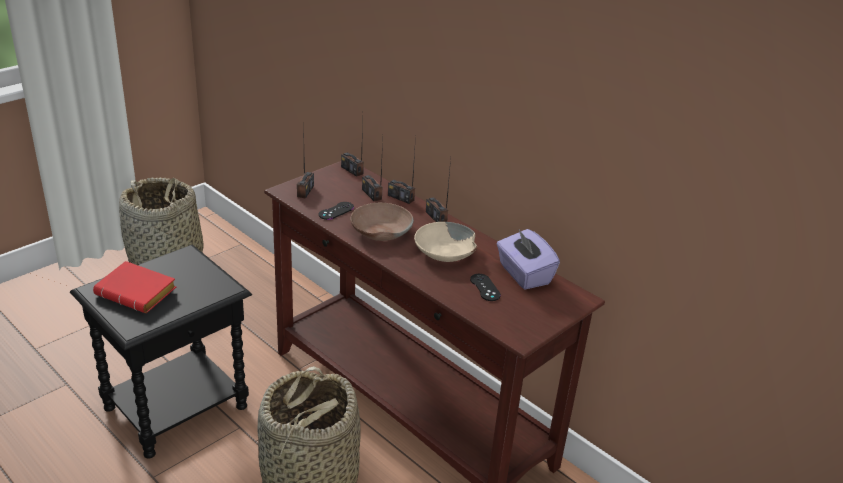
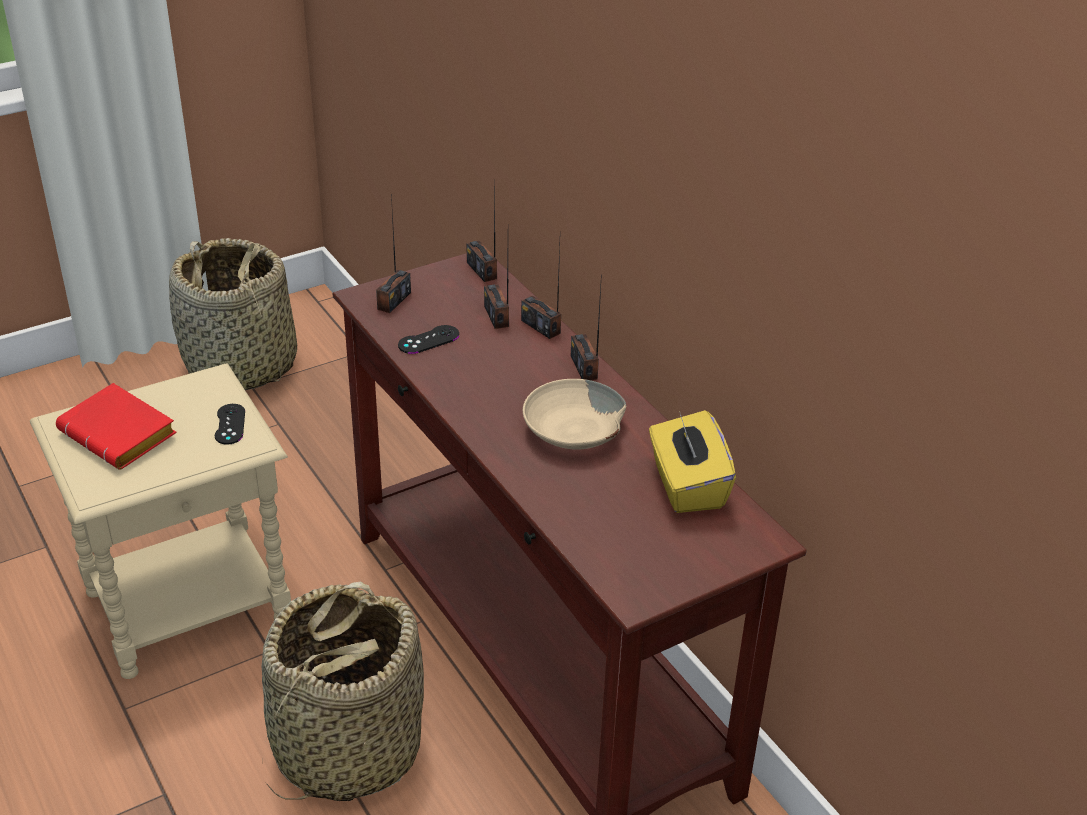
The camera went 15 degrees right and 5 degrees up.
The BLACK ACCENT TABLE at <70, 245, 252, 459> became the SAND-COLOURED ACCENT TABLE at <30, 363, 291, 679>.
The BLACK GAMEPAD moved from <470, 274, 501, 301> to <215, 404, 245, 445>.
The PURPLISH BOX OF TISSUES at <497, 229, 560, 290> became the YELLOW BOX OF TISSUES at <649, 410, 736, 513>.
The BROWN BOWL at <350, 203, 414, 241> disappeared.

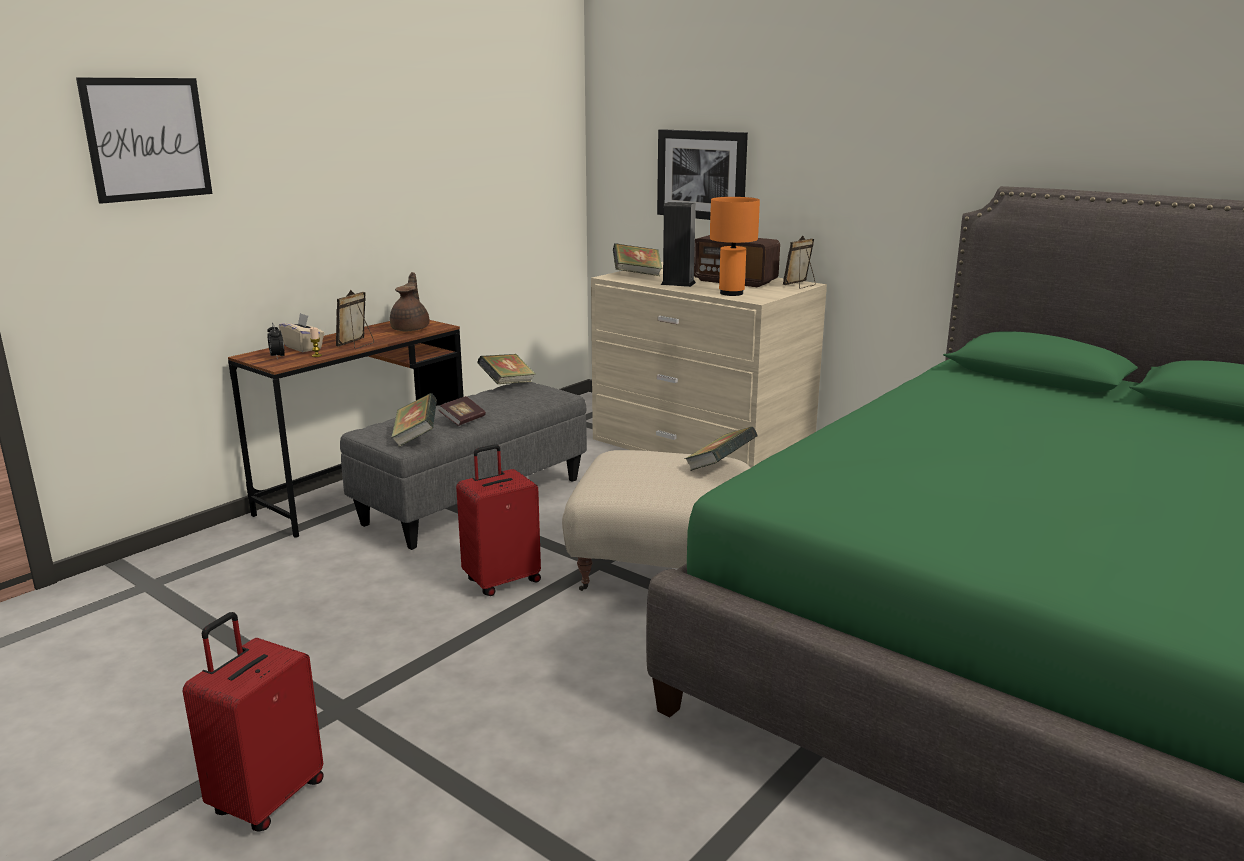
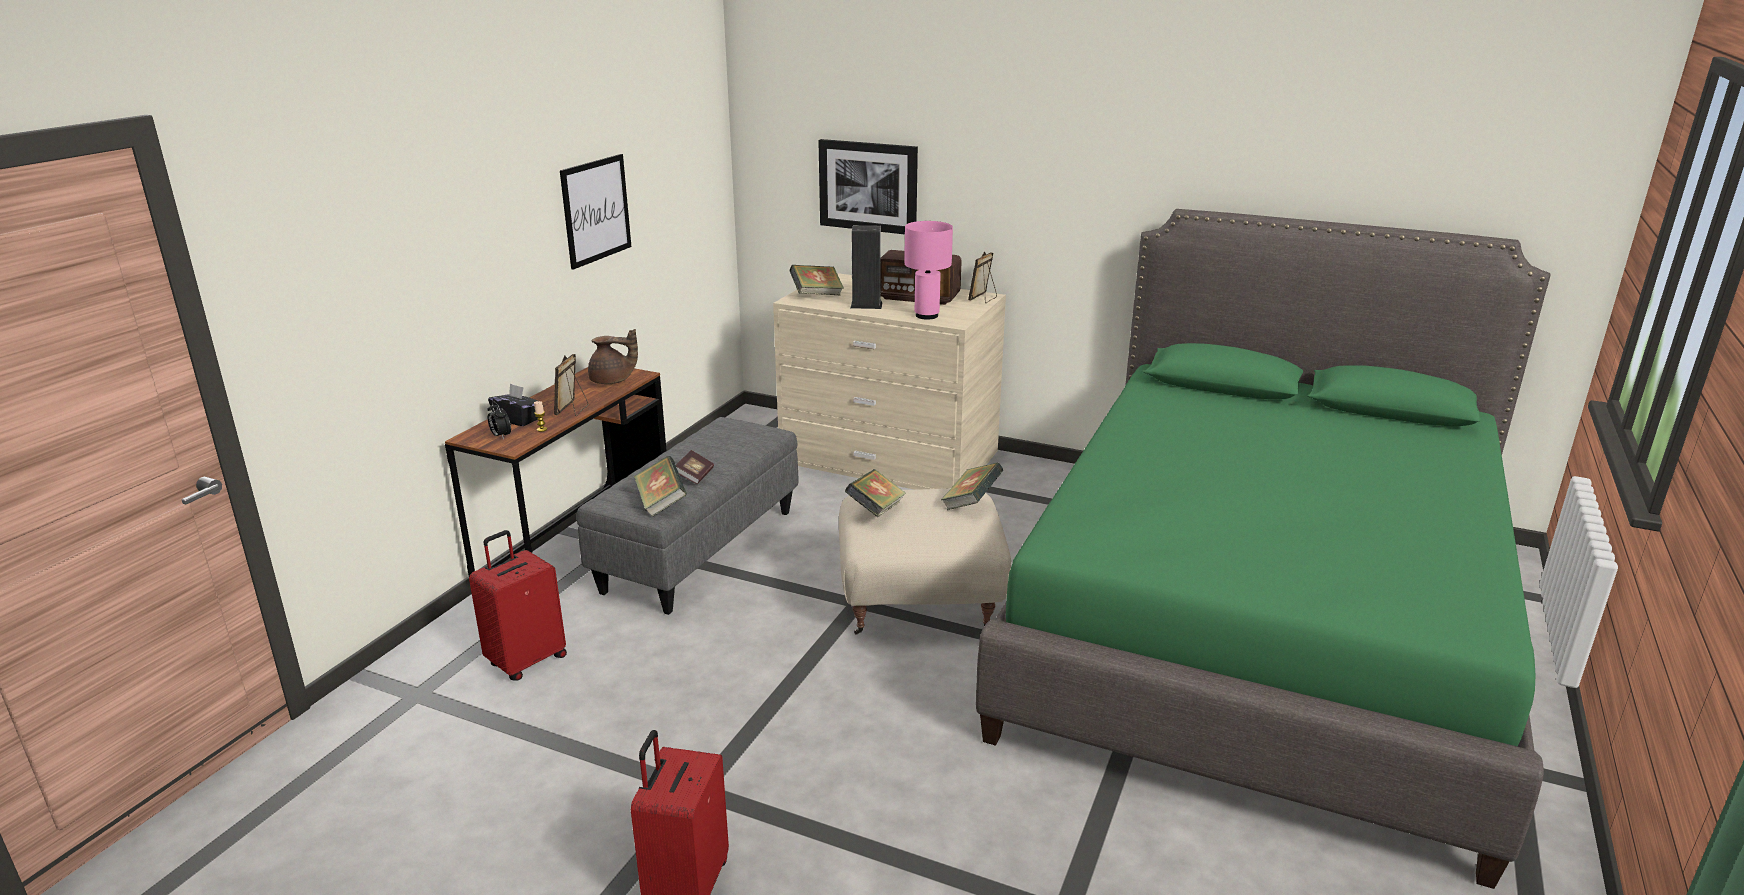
The camera went 15 degrees left and 5 degrees up.
The RED TRAVEL CASE moved from <456, 444, 541, 596> to <469, 530, 567, 681>.
The SAND-COLOURED BOX OF TISSUES at <279, 313, 325, 352> became the BLACK BOX OF TISSUES at <488, 384, 538, 426>.
The WALL ART moved from <76, 78, 212, 204> to <560, 154, 631, 270>.
The BROWN POT FOR TEA at <390, 272, 430, 331> turned 105 degrees clockwise.
The BOUND BOOK moved from <477, 354, 536, 384> to <845, 469, 906, 517>.
The ORANGE TABLETOP LAMP at <710, 197, 760, 296> became the PINK-COLOURED TABLETOP LAMP at <905, 221, 953, 320>.

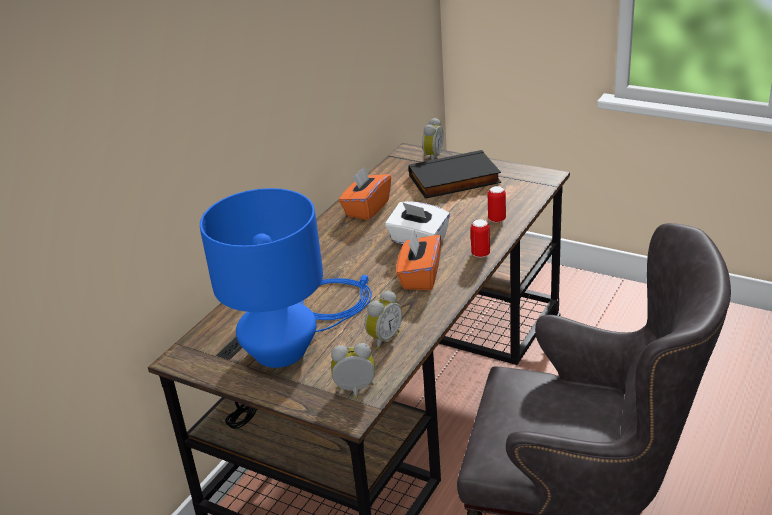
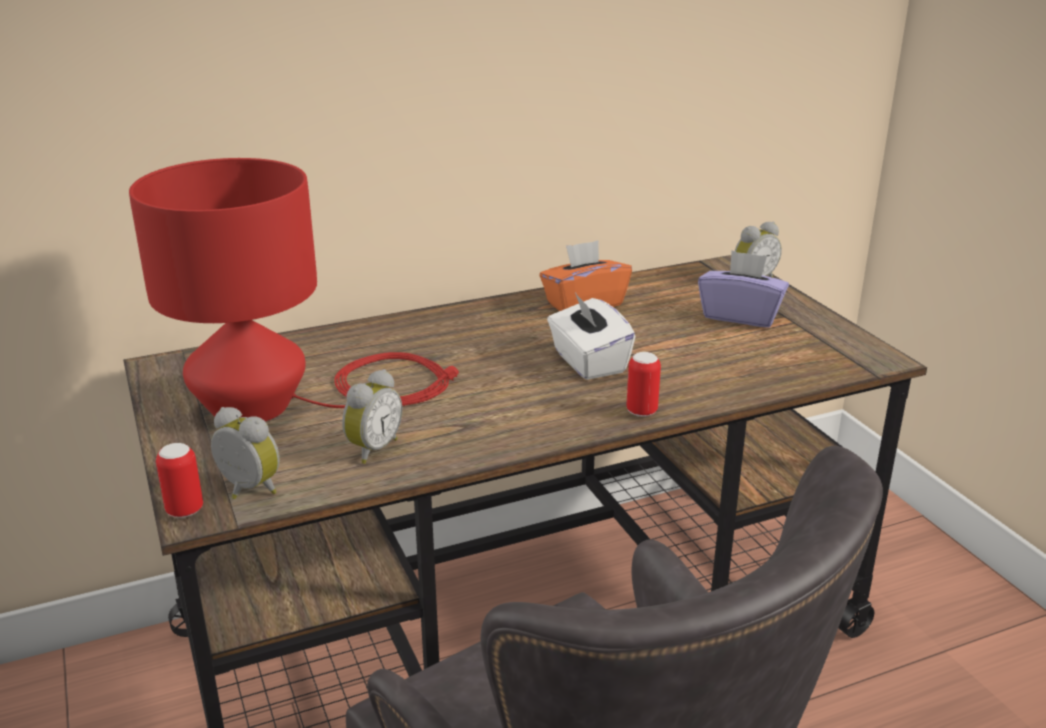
The camera went 35 degrees right and 5 degrees down.
The BLUE-COLOURED TABLETOP LAMP at <200, 188, 372, 368> became the RED TABLETOP LAMP at <129, 158, 459, 422>.
The SEALED CAN moved from <488, 186, 506, 223> to <156, 443, 203, 518>.
The ALARM CLOCK at <365, 290, 402, 349> turned 45 degrees counterclockwise.
The BLACK BOUND BOOK at <409, 150, 501, 199> was replaced by the PURPLISH BOX OF TISSUES at <698, 251, 789, 328>.
The ORANGE BOX OF TISSUES at <396, 230, 441, 290> disappeared.

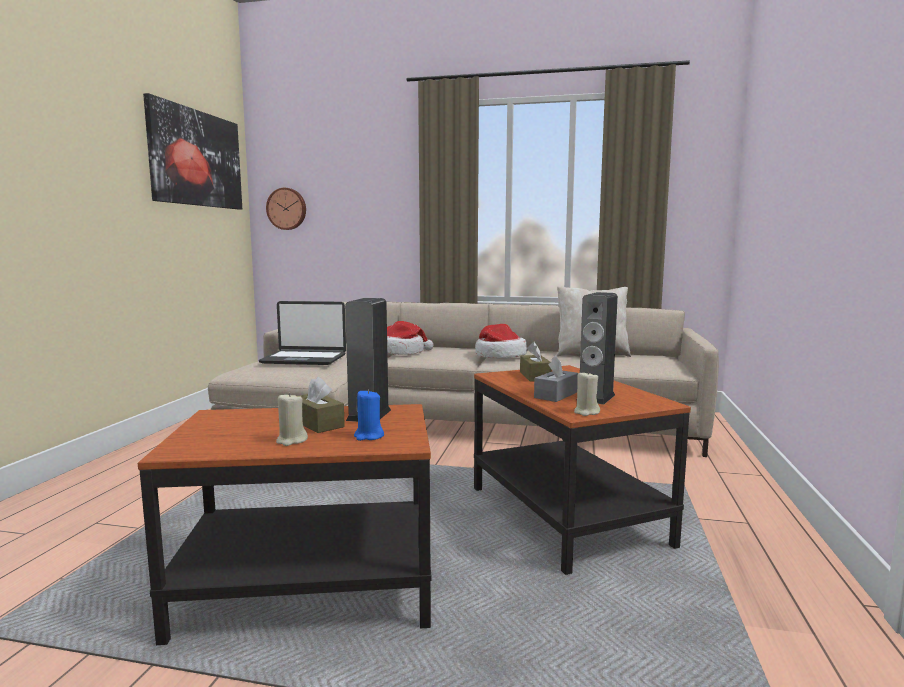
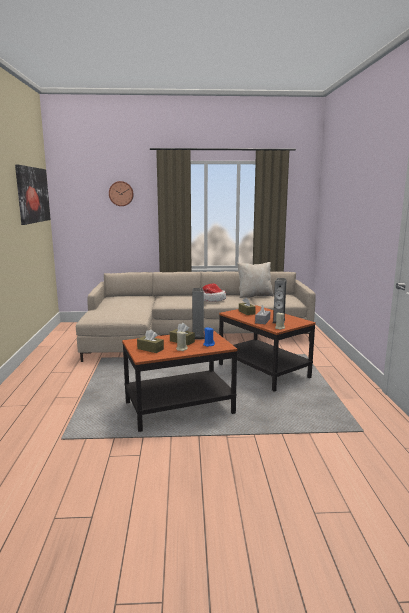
The camera went 15 degrees left and 5 degrees up.
The WALL CLOCK moved from <266, 188, 306, 230> to <109, 181, 134, 206>.
The BROWN BOX OF TISSUES at <137, 329, 164, 353> appeared.
The PORTABLE COMPUTER at <259, 301, 346, 365> disappeared.
The HAT at <387, 321, 433, 355> disappeared.

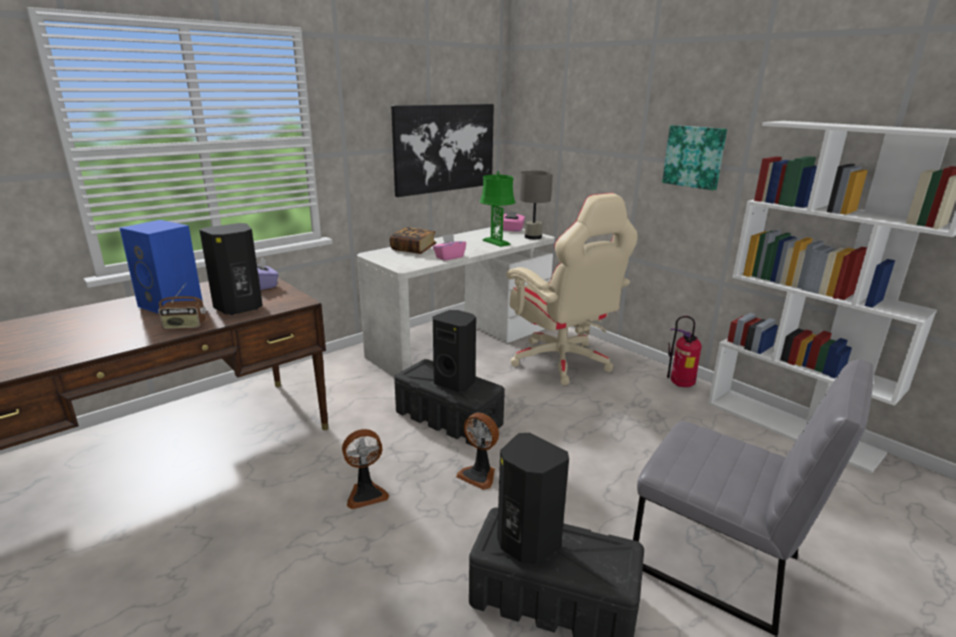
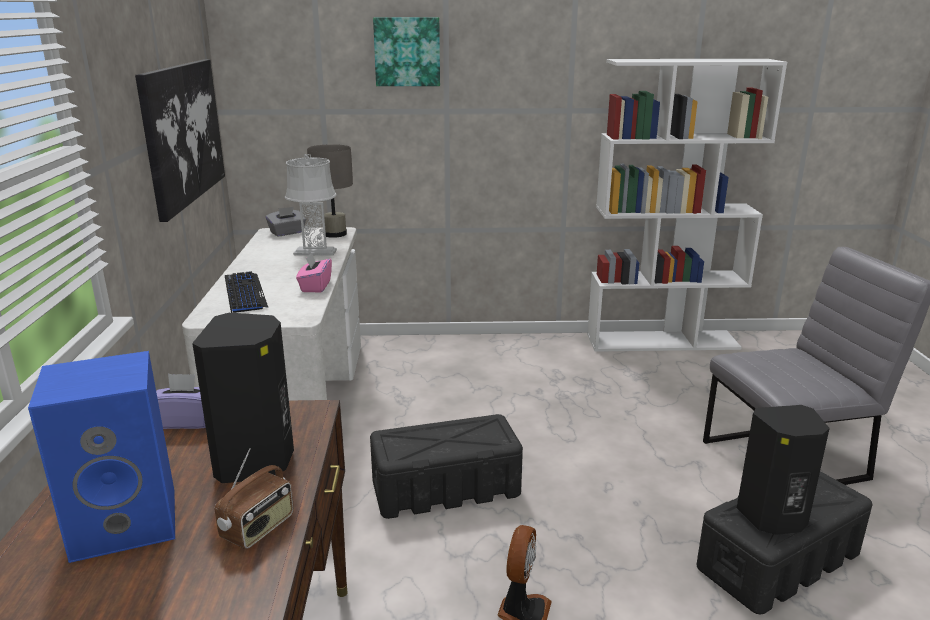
The camera went 50 degrees left and 0 degrees up.
The BOUND BOOK at <390, 227, 437, 254> was replaced by the PC KEYBOARD at <225, 271, 268, 313>.
The PINK-COLOURED BOX OF TISSUES at <498, 211, 525, 232> became the GRAY BOX OF TISSUES at <266, 207, 306, 236>.
The GREEN TABLETOP LAMP at <480, 171, 516, 247> became the GRAY TABLETOP LAMP at <285, 154, 337, 256>.
The WALL ART moved from <662, 125, 727, 190> to <373, 17, 440, 86>.
The BLACK SPEAKER at <433, 310, 476, 392> disappeared.
The COOLING FAN at <456, 413, 499, 490> disappeared.
The SAND-COLOURED COMPUTER CHAIR at <506, 193, 638, 385> disappeared.
The EXTINGUISHER at <667, 316, 701, 387> disappeared.

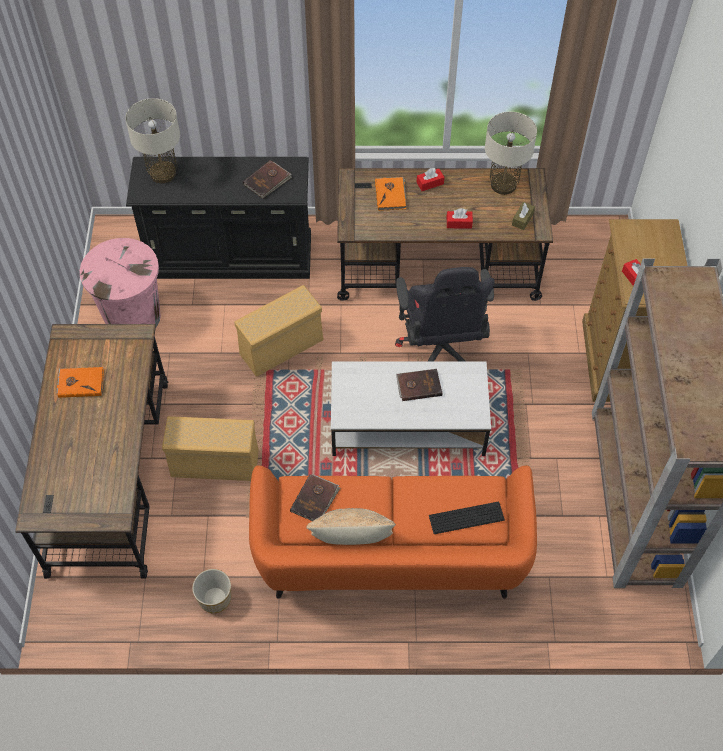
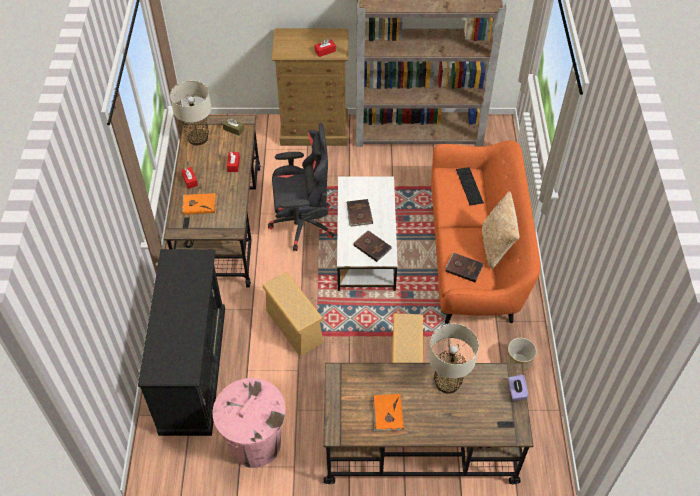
The camera went 90 degrees left and 5 degrees down.
The BROWN BOUND BOOK moved from <243, 160, 292, 199> to <354, 230, 392, 262>.
The TABLETOP LAMP moved from <125, 98, 180, 183> to <429, 323, 479, 394>.
The PURPLISH BOX OF TISSUES at <508, 375, 528, 401> appeared.

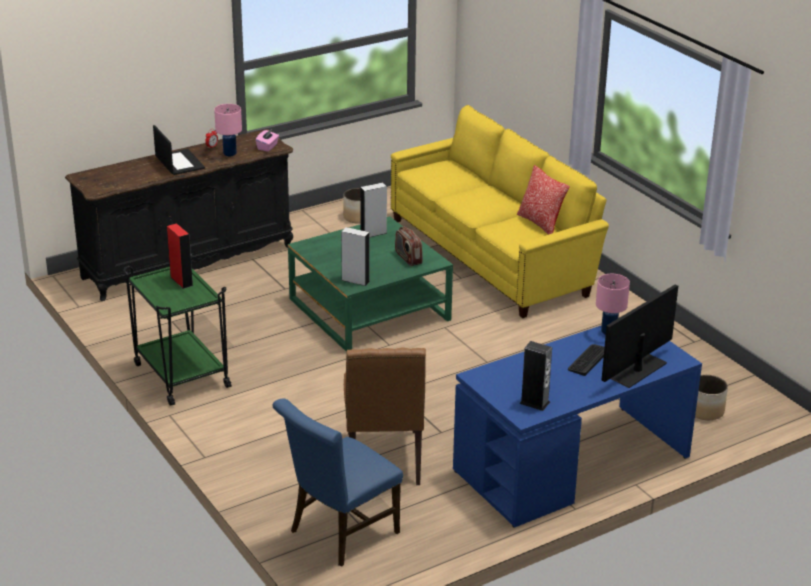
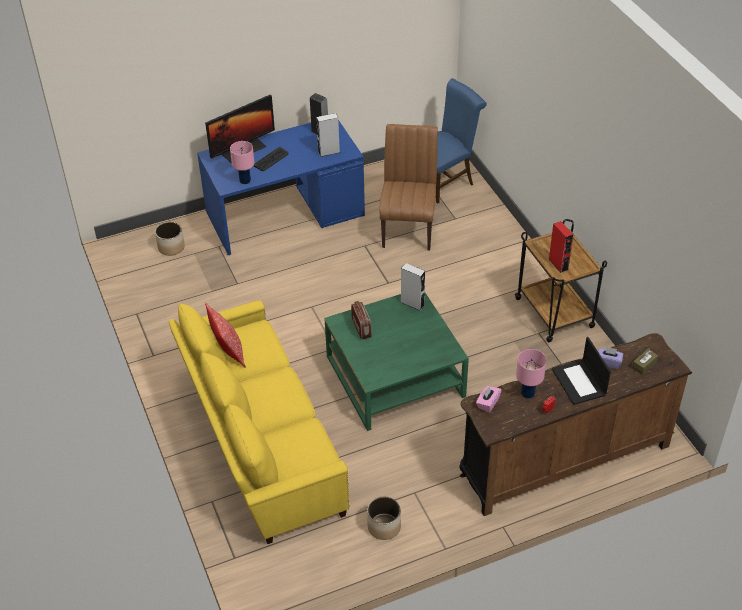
The camera went 170 degrees left and 15 degrees up.
The GRAY SPEAKER moved from <360, 182, 387, 237> to <316, 113, 340, 157>.
The GREEN CART at <123, 254, 232, 406> became the BROWN CART at <515, 219, 607, 342>.
The PURPLISH BOX OF TISSUES at <598, 346, 623, 369> appeared.
The BROWN BOX OF TISSUES at <632, 349, 658, 375> appeared.

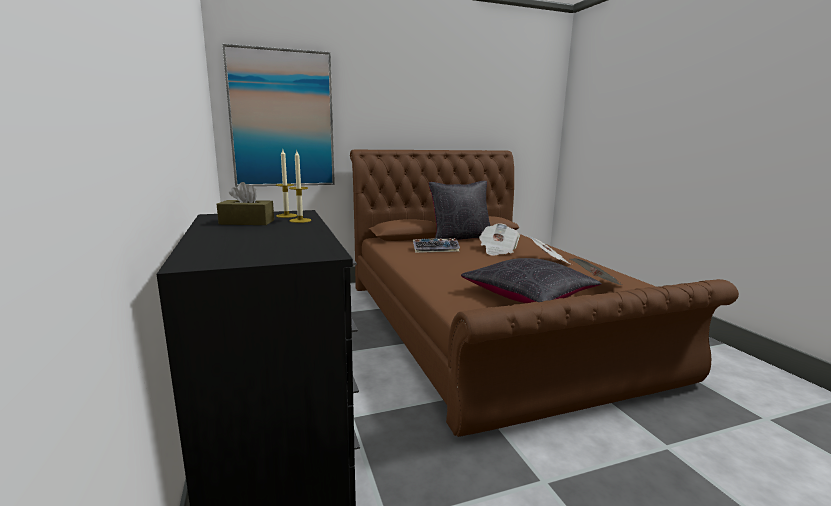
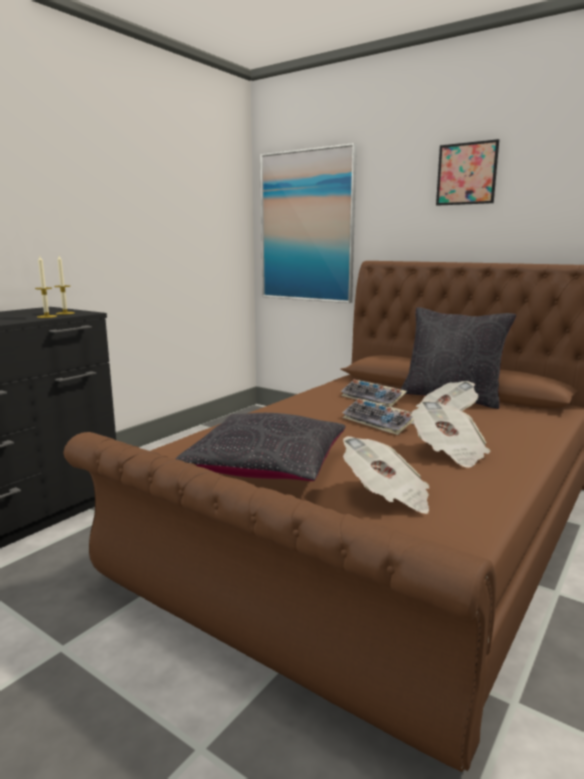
The camera went 55 degrees right and 0 degrees up.
The PC KEYBOARD at <342, 399, 414, 435> appeared.
The WALL ART at <436, 139, 499, 206> appeared.
The BROWN BOX OF TISSUES at <217, 182, 274, 225> disappeared.

